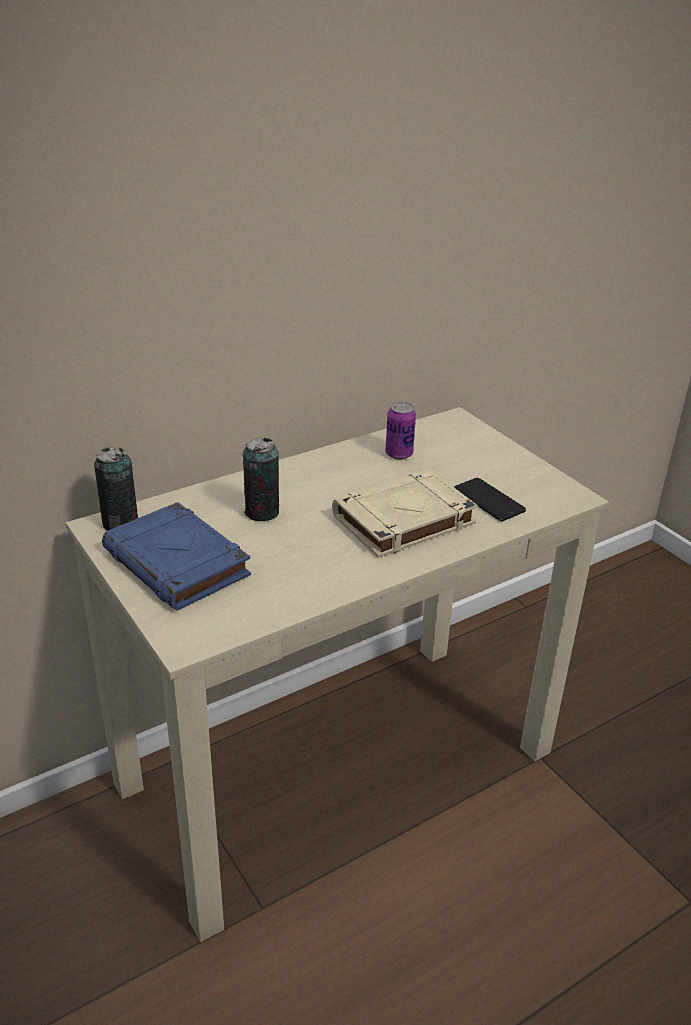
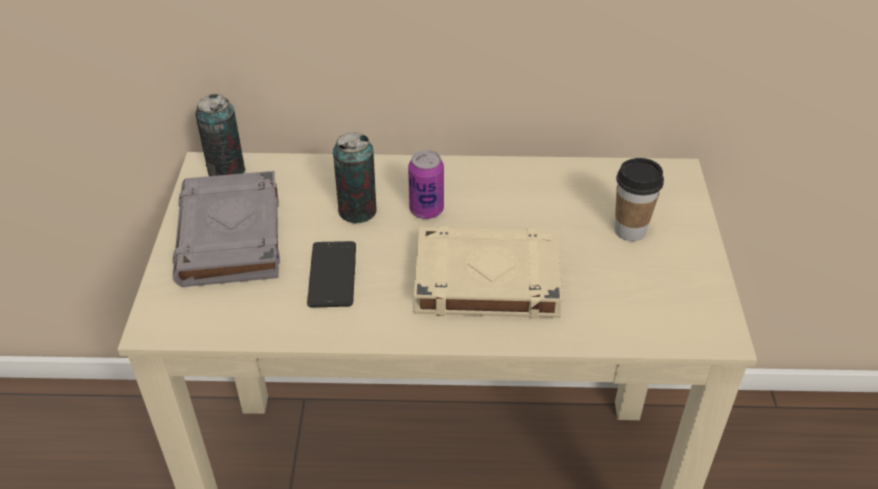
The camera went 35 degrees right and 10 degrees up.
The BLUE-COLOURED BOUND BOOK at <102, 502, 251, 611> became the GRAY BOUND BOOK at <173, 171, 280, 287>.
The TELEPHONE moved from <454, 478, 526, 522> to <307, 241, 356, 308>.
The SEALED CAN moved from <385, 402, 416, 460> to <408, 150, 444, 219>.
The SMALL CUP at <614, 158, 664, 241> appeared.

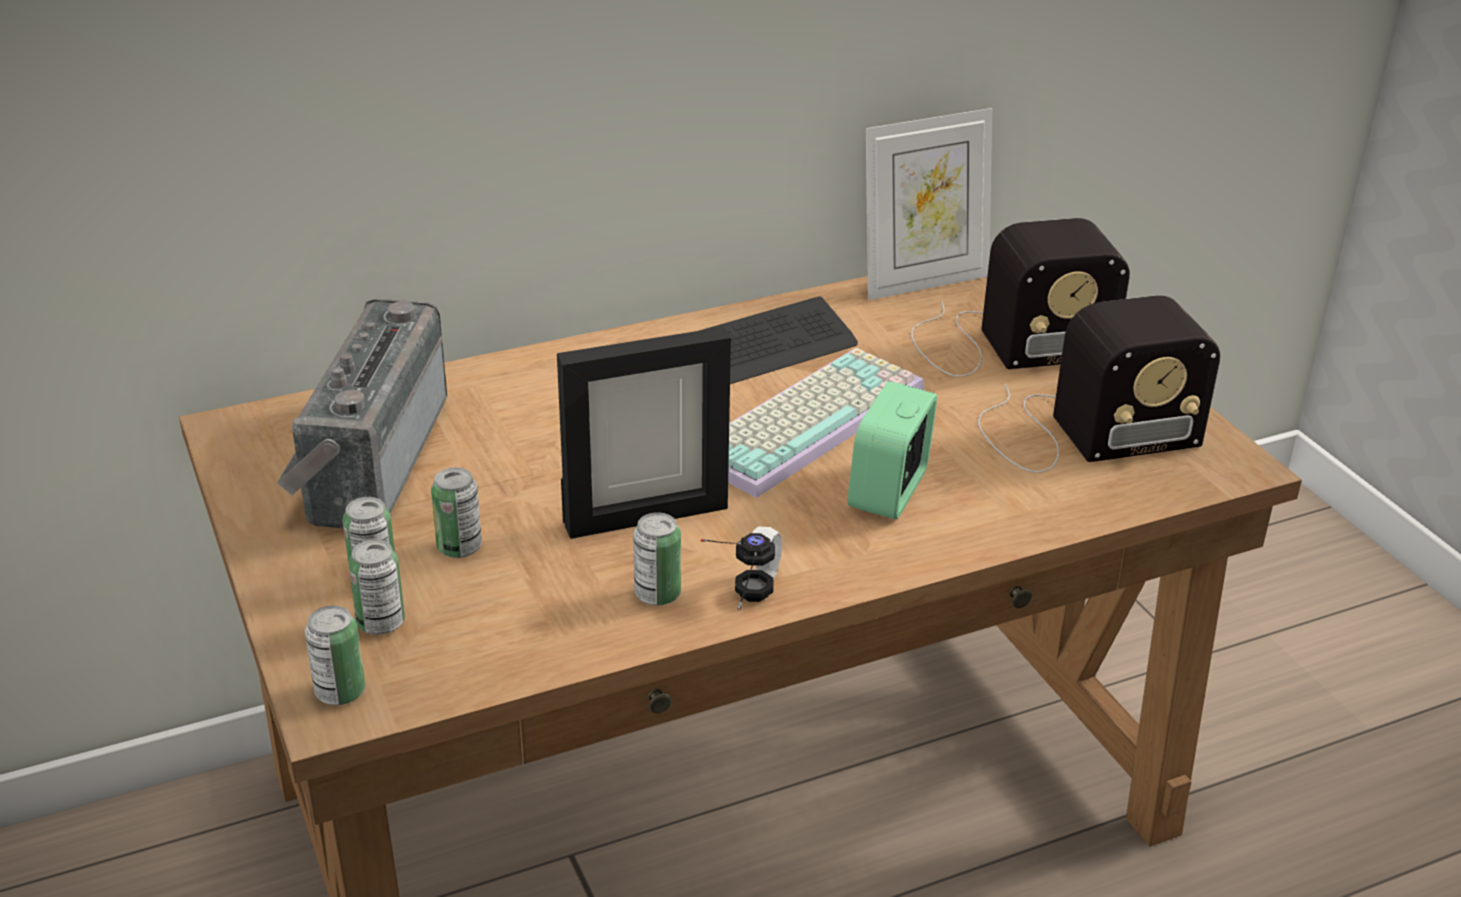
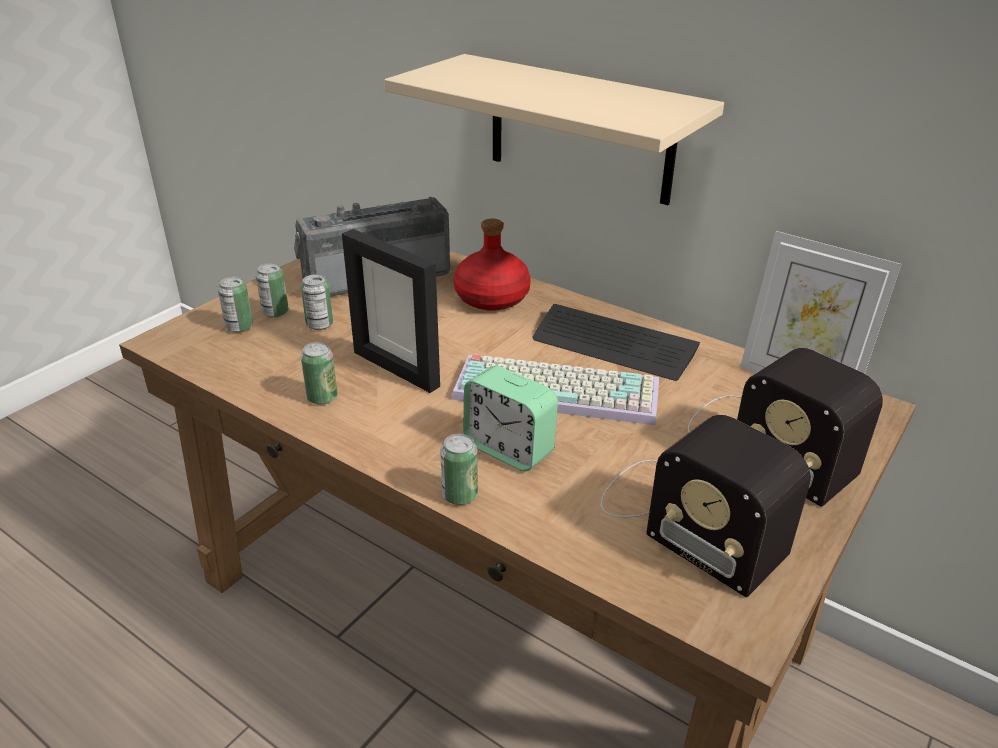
The camera went 60 degrees right and 0 degrees up.
The SAND-COLOURED WALL SHELF at <384, 54, 724, 205> appeared.
The SEALED CAN moved from <305, 606, 365, 705> to <440, 433, 478, 505>.
The RED DRINK BOTTLE at <454, 219, 531, 311> appeared.
The ALARM CLOCK at <848, 381, 937, 519> turned 135 degrees counterclockwise.
The PAIR OF HEADPHONES at <701, 527, 782, 612> disappeared.

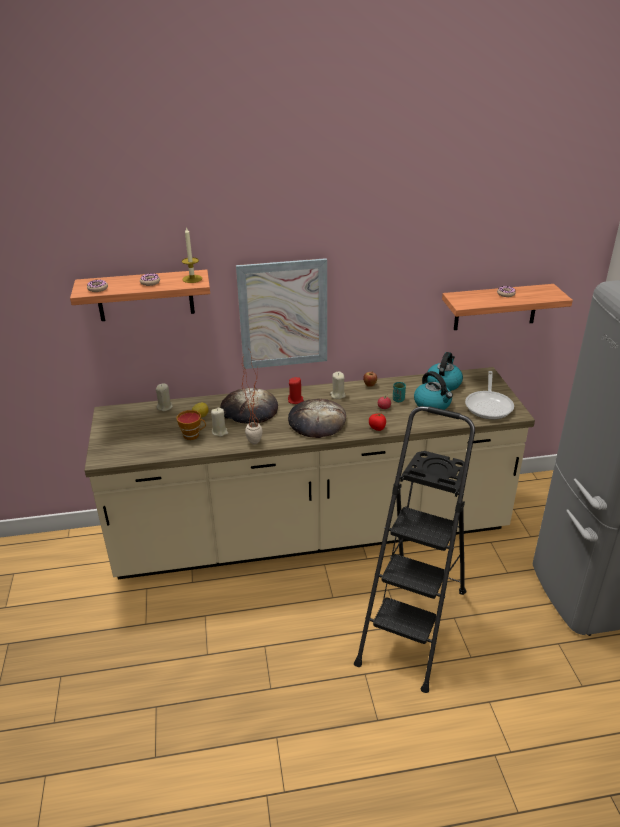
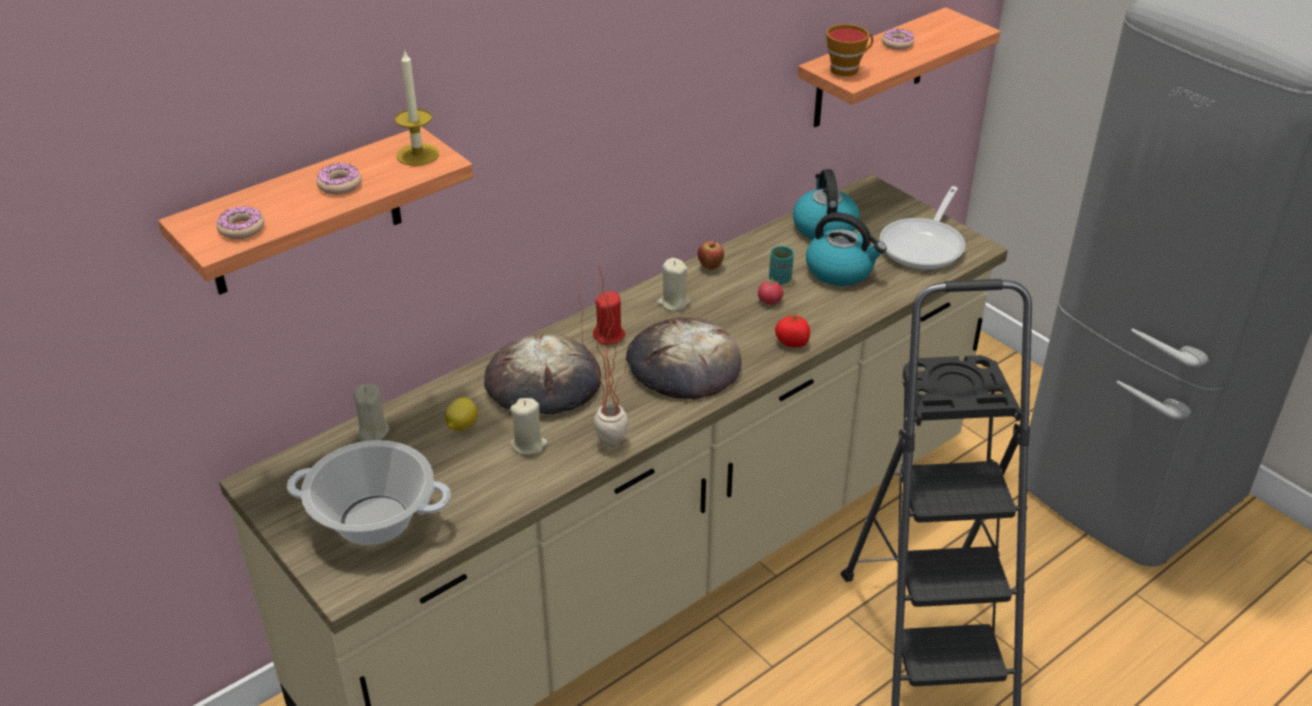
The camera went 30 degrees left and 5 degrees up.
The COOKING POT at <287, 440, 451, 545> appeared.
The SMALL CUP moved from <176, 410, 206, 440> to <826, 24, 873, 76>.
The PAN at <465, 371, 514, 419> turned 45 degrees clockwise.
The WALL ART at <236, 258, 327, 369> disappeared.

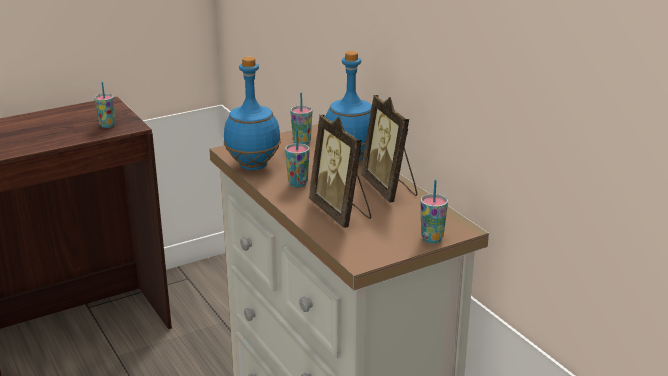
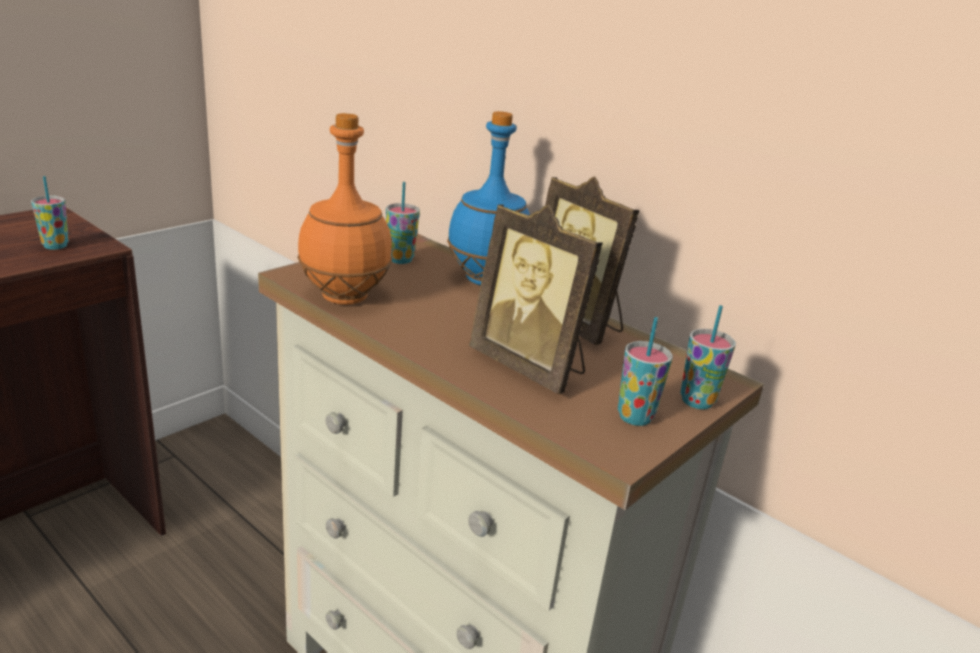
The camera went 20 degrees left and 0 degrees up.
The BLUE-COLOURED DRINK BOTTLE at <224, 57, 281, 170> became the ORANGE DRINK BOTTLE at <297, 113, 392, 305>.
The SMALL CUP moved from <285, 130, 310, 187> to <618, 317, 673, 426>.

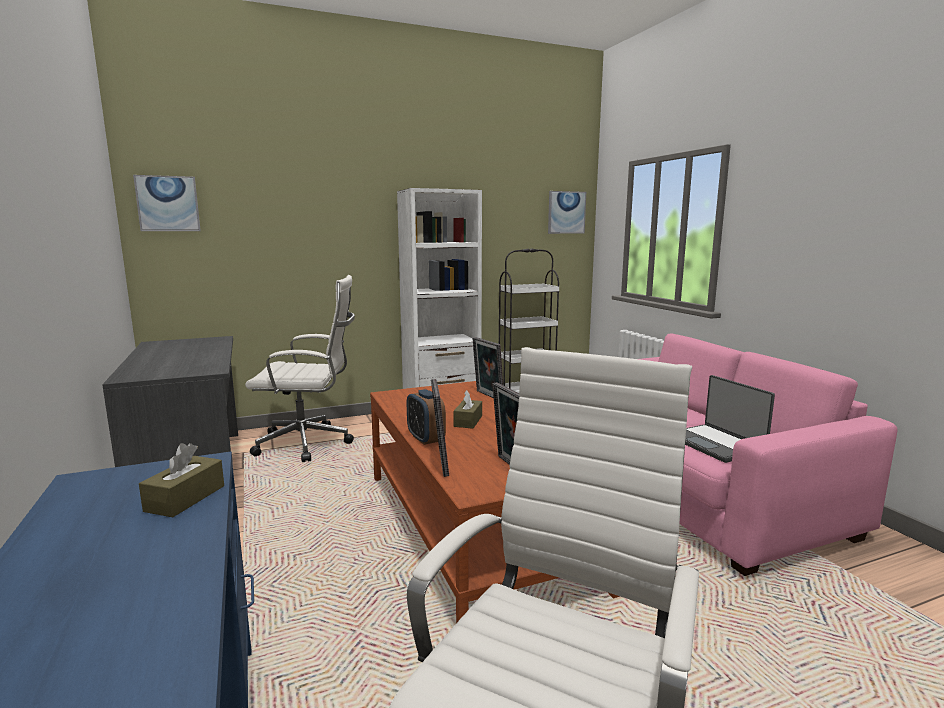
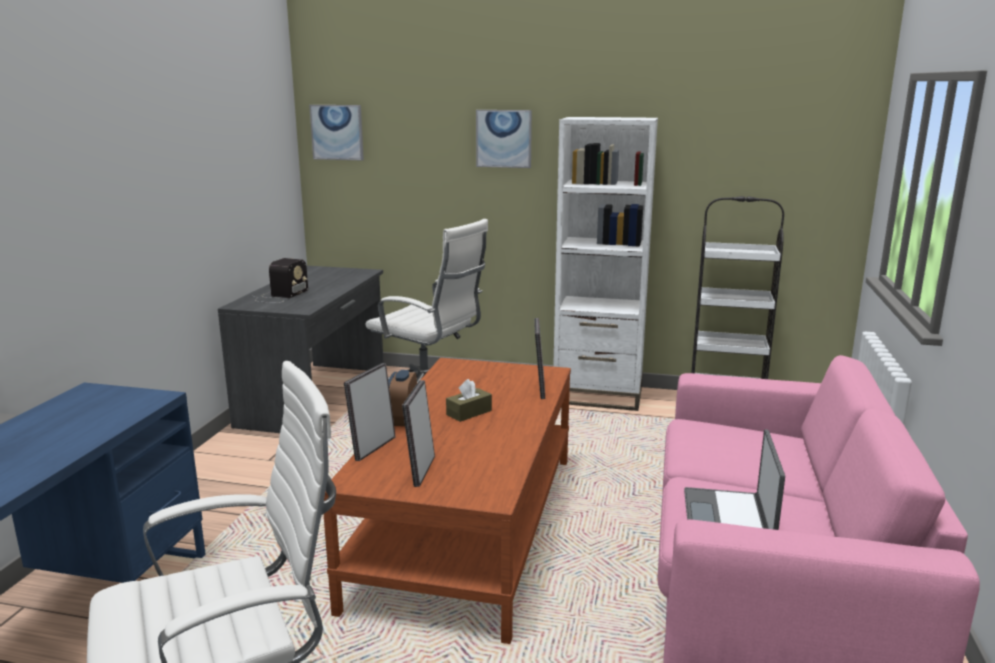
The camera went 35 degrees right and 5 degrees up.
The RADIO RECEIVER at <254, 258, 308, 303> appeared.
The WALL ART moved from <548, 191, 586, 234> to <476, 110, 532, 168>.
The BROWN BOX OF TISSUES at <139, 443, 224, 517> disappeared.

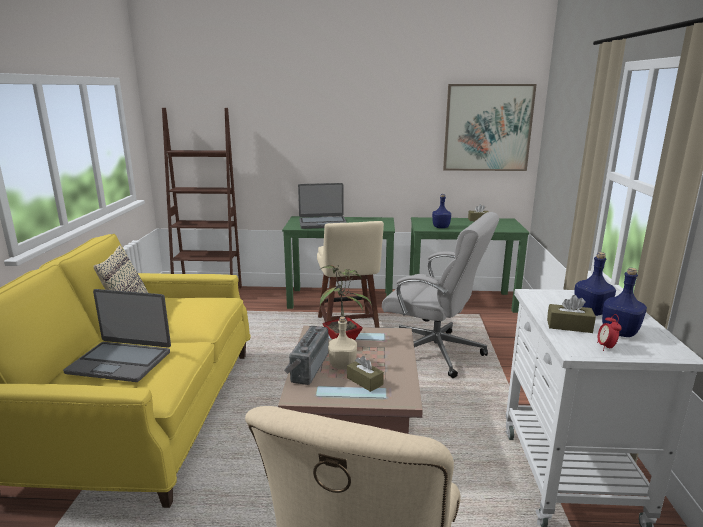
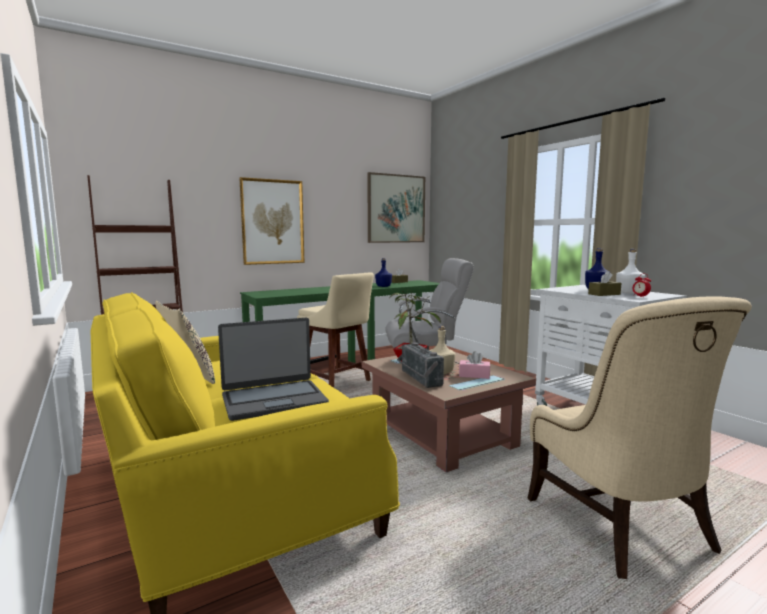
The camera went 35 degrees left and 10 degrees down.
The WALL ART at <239, 177, 305, 265> appeared.
The BROWN BOX OF TISSUES at <347, 356, 384, 392> became the PINK-COLOURED BOX OF TISSUES at <459, 351, 490, 379>.
The BLUE-COLOURED DRINK BOTTLE at <602, 268, 647, 337> became the WHITE DRINK BOTTLE at <616, 249, 645, 294>.
The PORTABLE COMPUTER at <298, 183, 347, 229> disappeared.

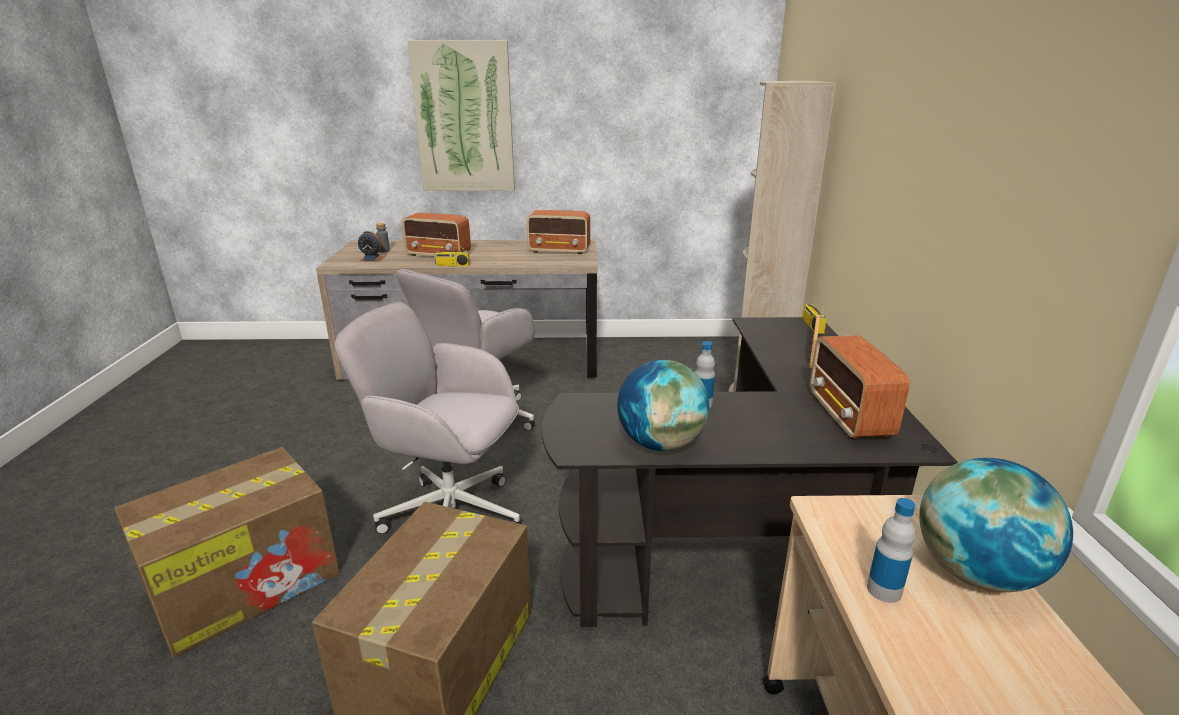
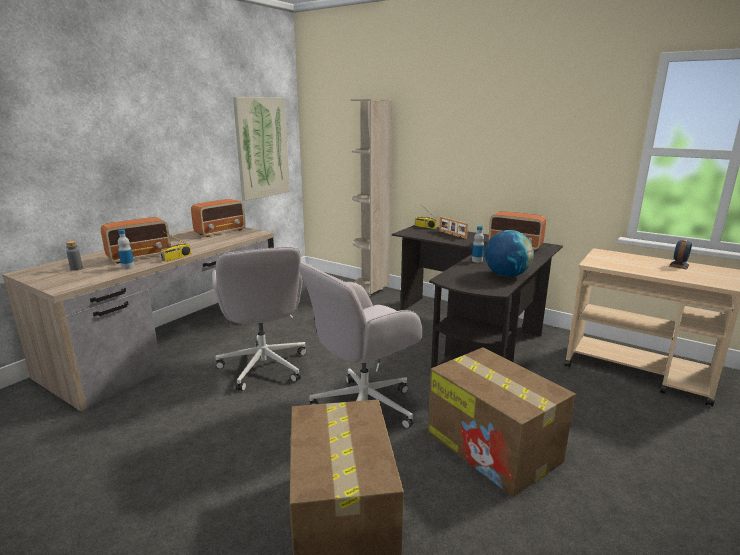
The camera went 55 degrees left and 5 degrees down.
The DRINK BOTTLE moved from <867, 498, 916, 603> to <118, 229, 134, 270>.
The WALL ART moved from <408, 40, 515, 191> to <233, 97, 290, 201>.
The ALARM CLOCK moved from <358, 231, 384, 261> to <669, 239, 692, 270>.
The DESK GLOBE at <919, 458, 1073, 592> disappeared.

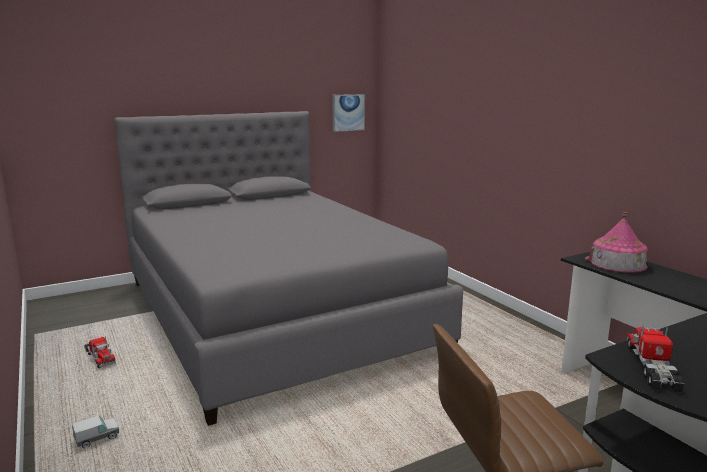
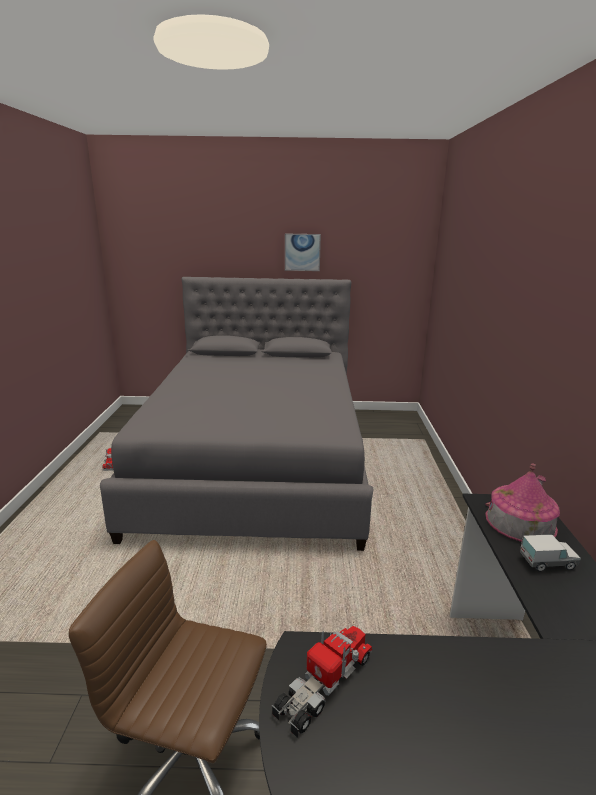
The camera went 30 degrees right and 5 degrees up.
The WALL ART moved from <332, 94, 365, 132> to <285, 234, 321, 271>.
The TOY LORRY moved from <72, 415, 119, 448> to <520, 535, 581, 572>.

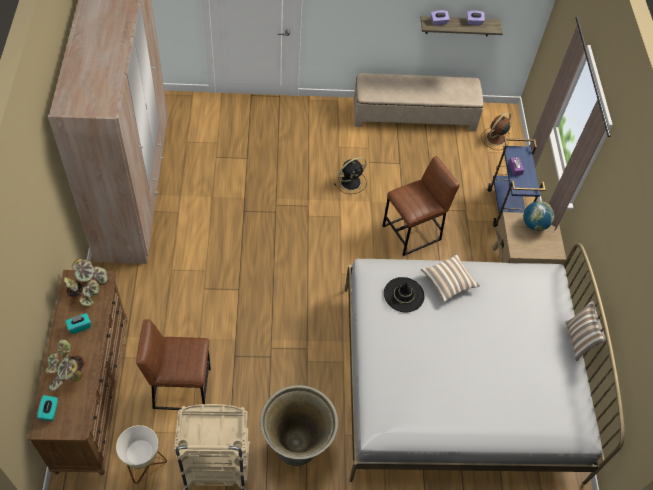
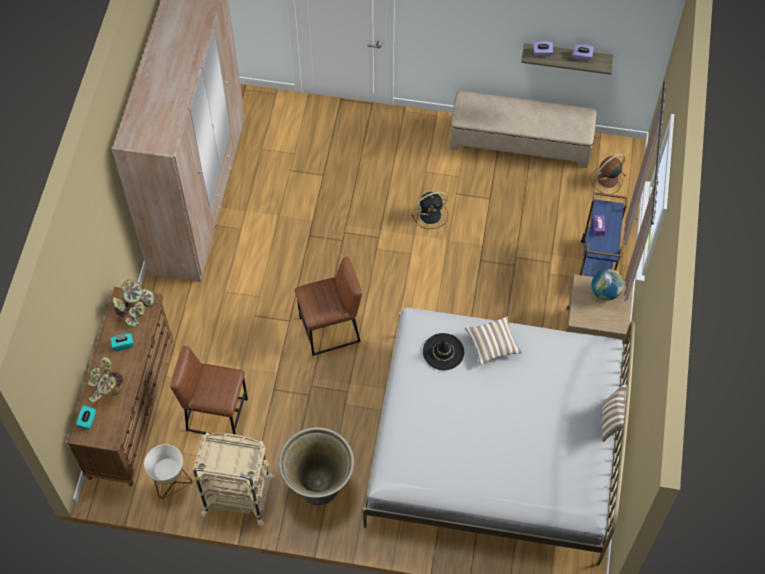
The camera went 15 degrees right and 5 degrees up.
The BROWN PLAIN CHAIR moved from <383, 156, 460, 256> to <295, 257, 362, 356>.

